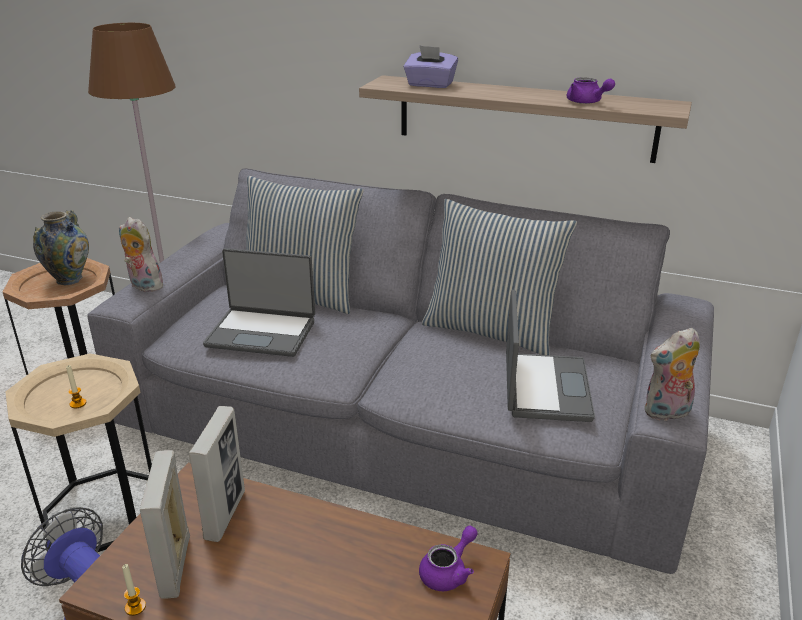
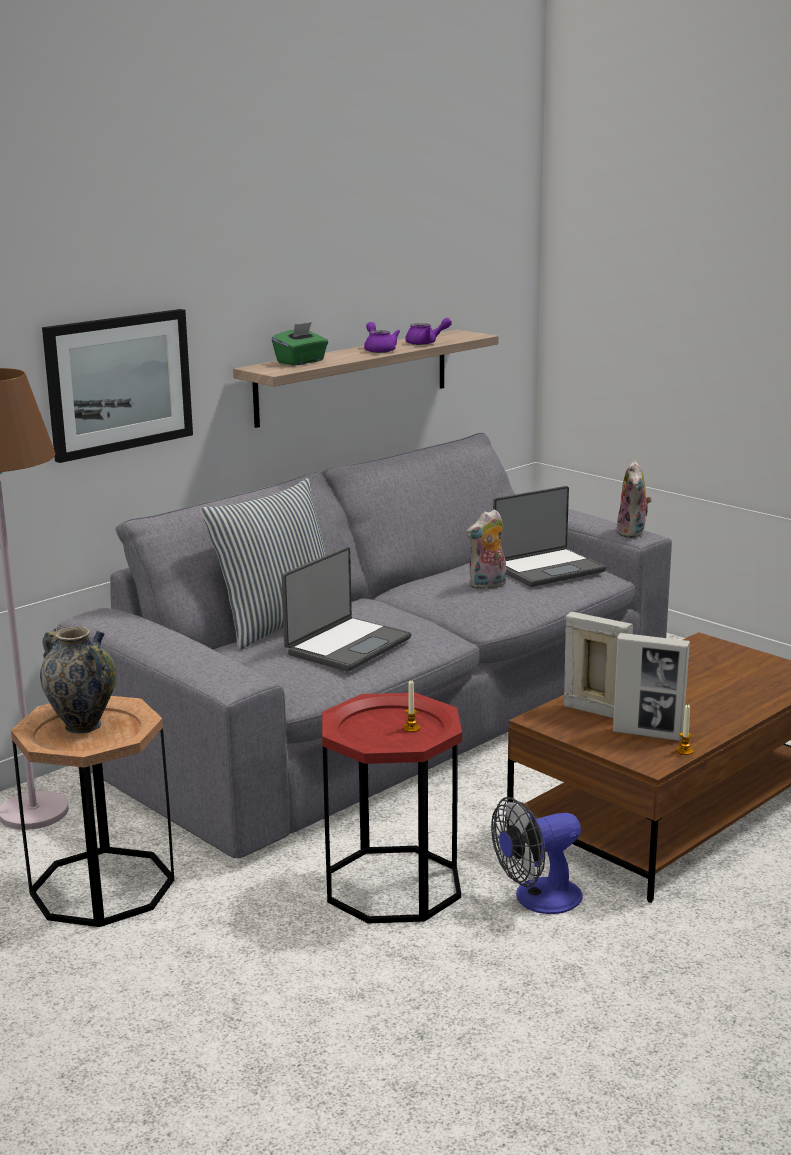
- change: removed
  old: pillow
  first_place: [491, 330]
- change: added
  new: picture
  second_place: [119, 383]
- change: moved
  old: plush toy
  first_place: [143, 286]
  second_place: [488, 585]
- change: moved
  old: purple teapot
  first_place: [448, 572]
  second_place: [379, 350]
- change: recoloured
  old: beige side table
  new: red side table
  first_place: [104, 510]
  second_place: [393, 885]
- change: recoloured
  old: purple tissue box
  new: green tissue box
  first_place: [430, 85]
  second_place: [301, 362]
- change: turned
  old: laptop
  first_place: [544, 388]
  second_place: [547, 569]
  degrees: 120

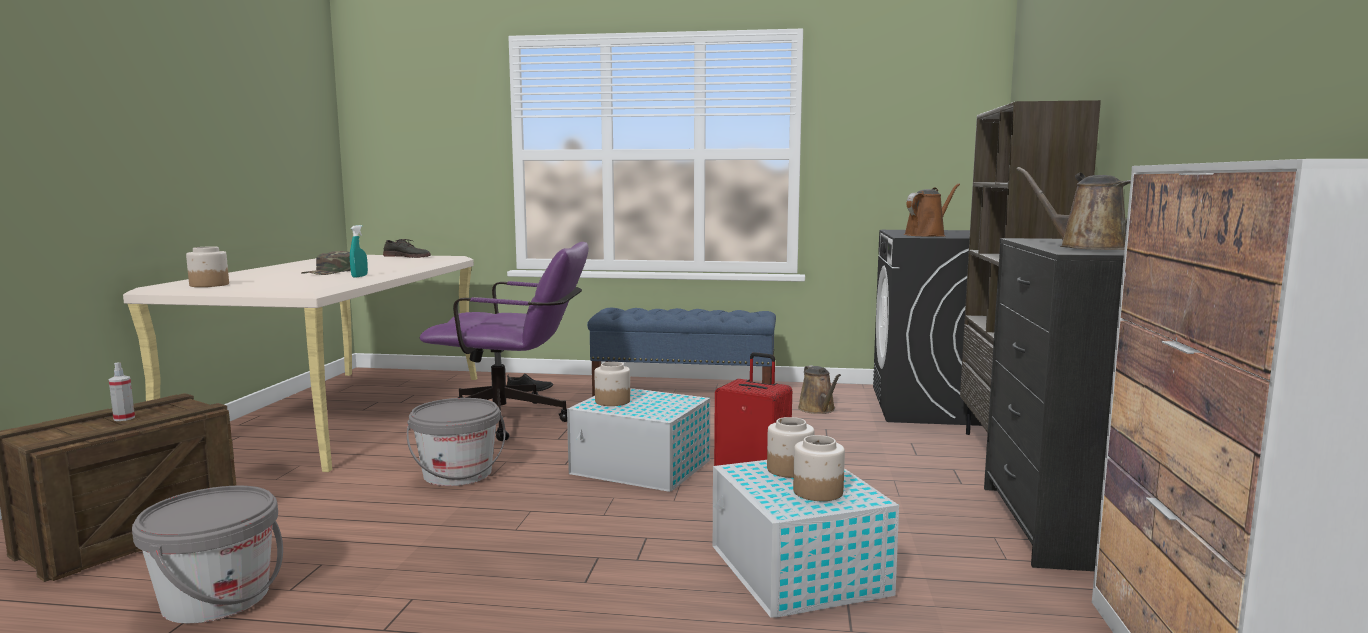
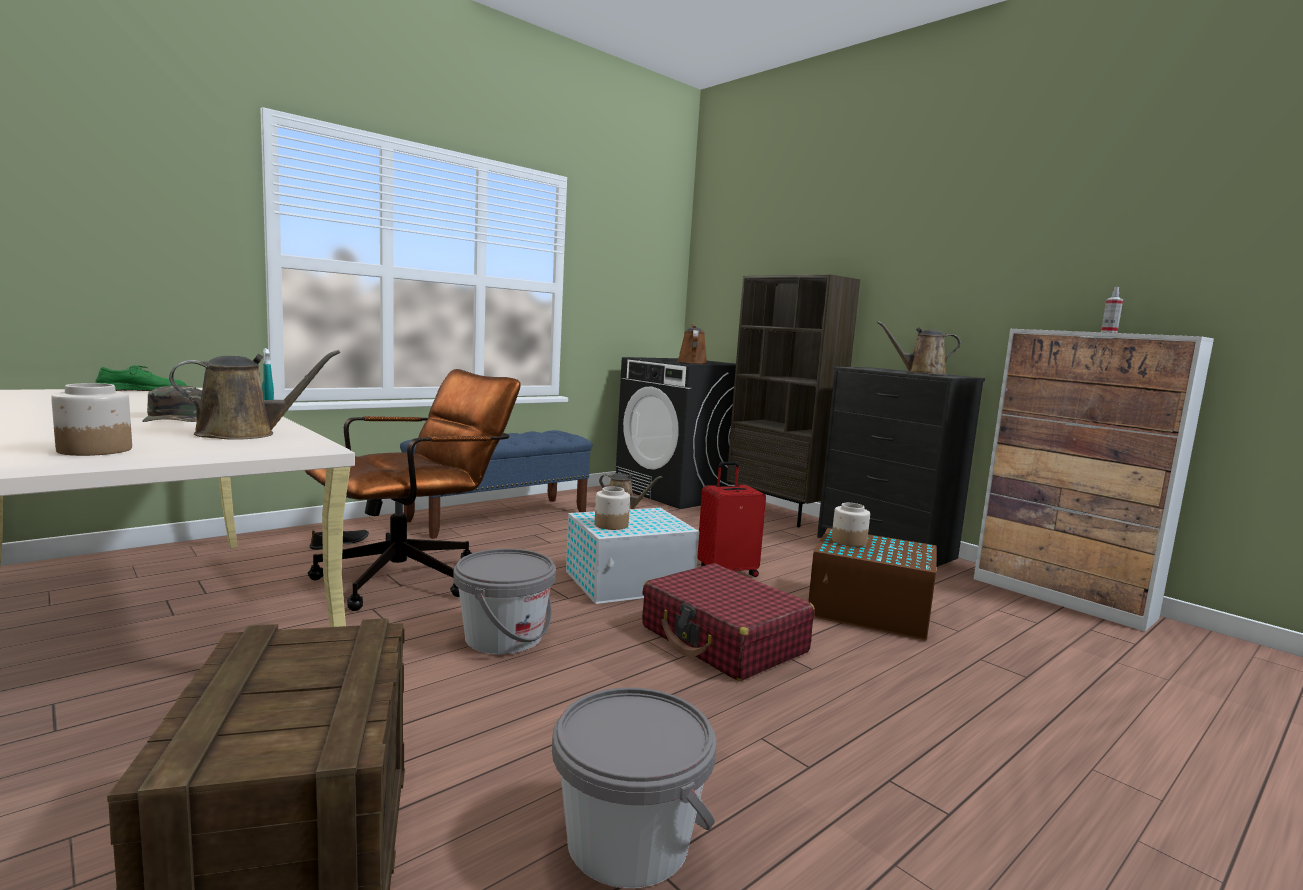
- change: removed
  old: jar
  first_place: [817, 492]
- change: added
  new: brown watering can
  second_place: [244, 434]
- change: added
  new: red suitcase
  second_place: [723, 640]
- change: moved
  old: spray bottle
  first_place: [124, 418]
  second_place: [1109, 332]
- change: recoloured
  old: grey shoe
  new: green shoe
  first_place: [407, 256]
  second_place: [142, 390]
- change: recoloured
  old: purple office chair
  new: brown office chair
  first_place: [513, 421]
  second_place: [414, 576]
- change: recoloured
  old: white storage box
  new: brown storage box
  first_place: [798, 571]
  second_place: [871, 612]

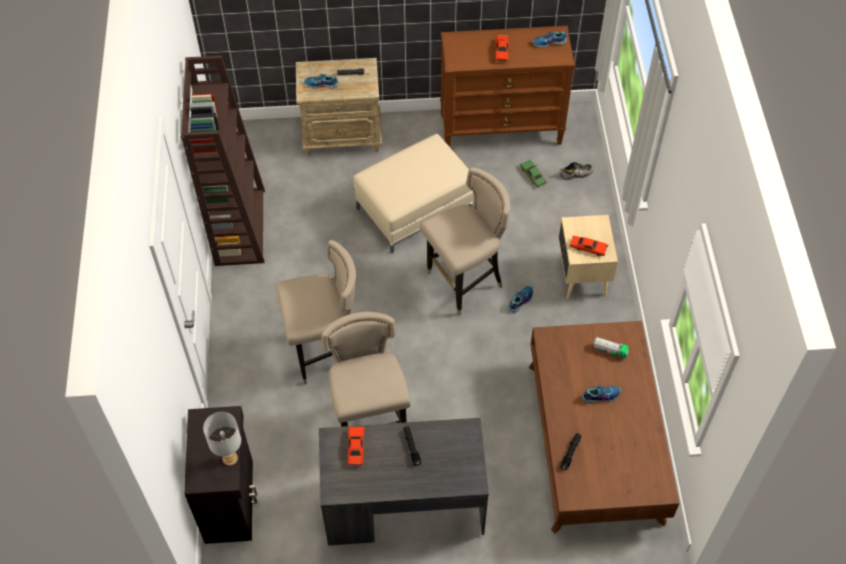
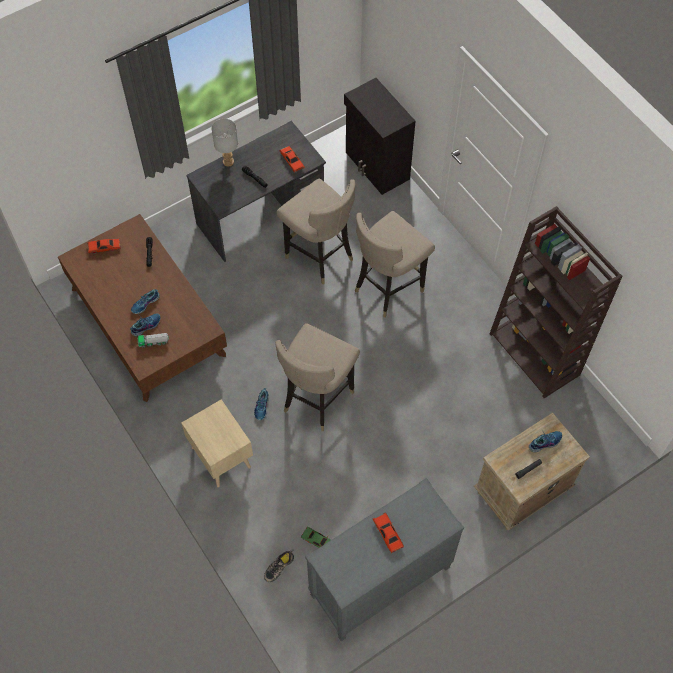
- change: removed
  old: beige ottoman
  first_place: [414, 209]
- change: moved
  old: grey table lamp
  first_place: [229, 458]
  second_place: [228, 161]
- change: moved
  old: shoe
  first_place: [549, 43]
  second_place: [146, 326]
- change: moved
  old: red toy car
  first_place: [588, 248]
  second_place: [104, 247]
- change: recoloured
  old: brown dresser
  new: grey dresser
  first_place: [501, 129]
  second_place: [380, 583]

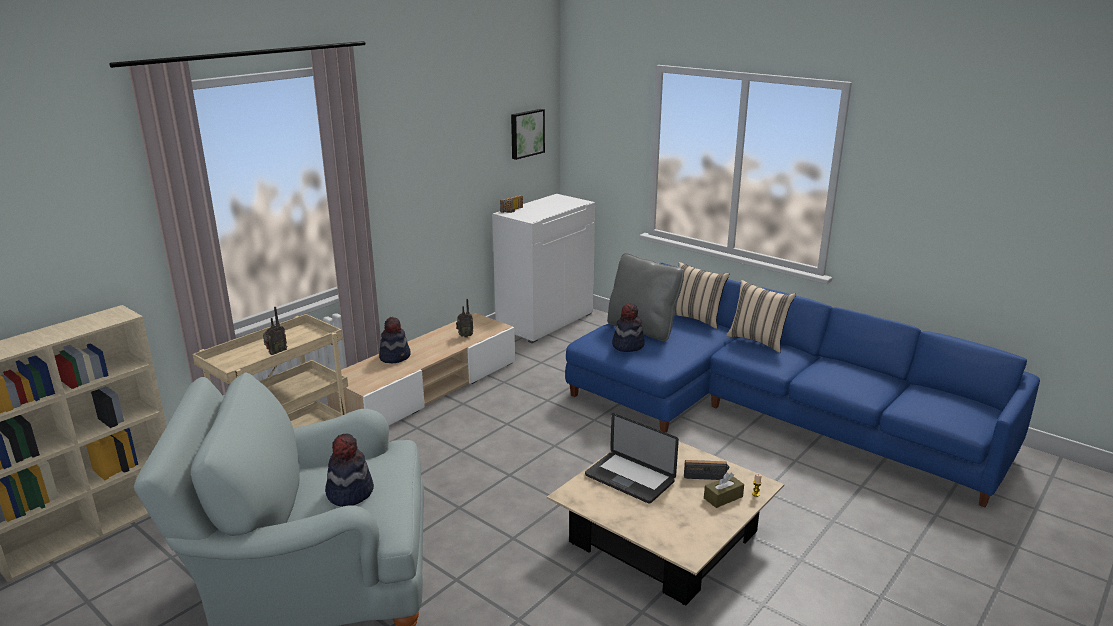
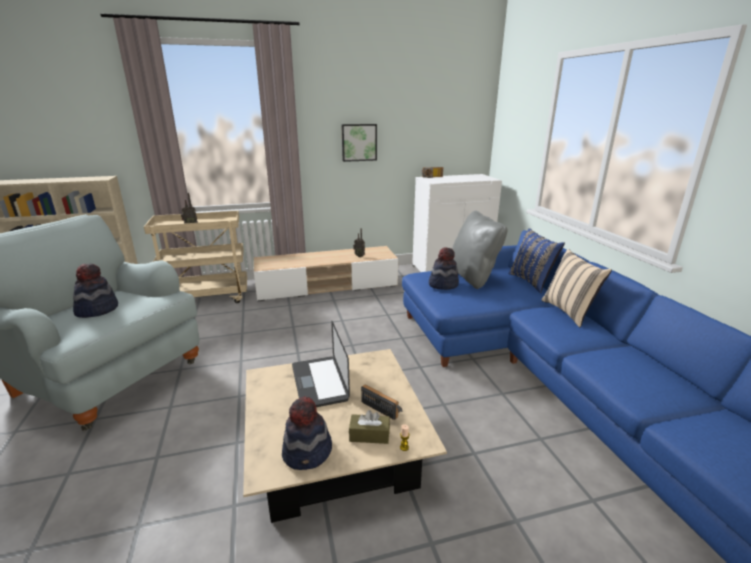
- change: moved
  old: hat
  first_place: [395, 356]
  second_place: [308, 452]
- change: moved
  old: picture
  first_place: [526, 133]
  second_place: [359, 142]
- change: recoloured
  old: beige pillow
  new: blue pillow
  first_place: [696, 318]
  second_place: [531, 281]

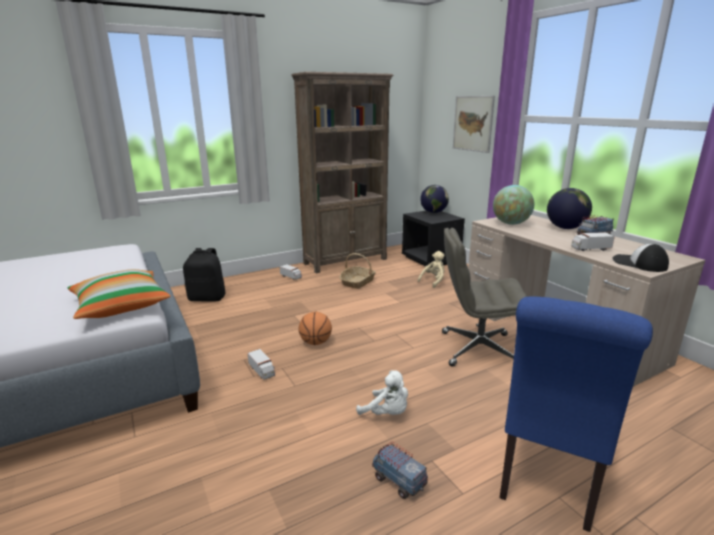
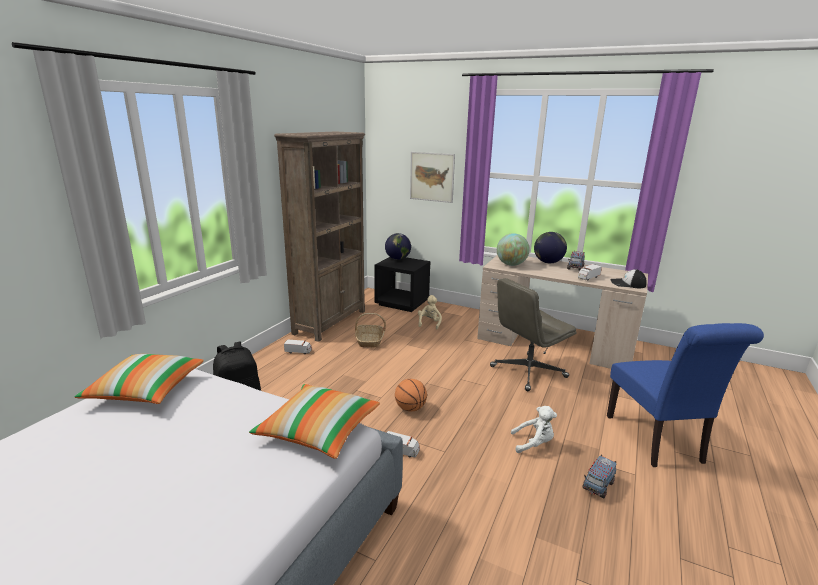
- change: added
  new: pillow
  second_place: [146, 390]
- change: turned
  old: toy truck
  first_place: [398, 481]
  second_place: [598, 486]
  degrees: -60

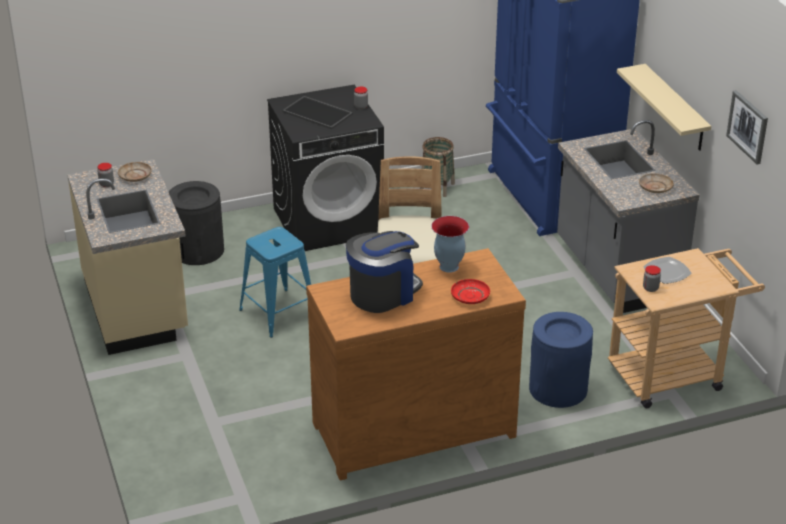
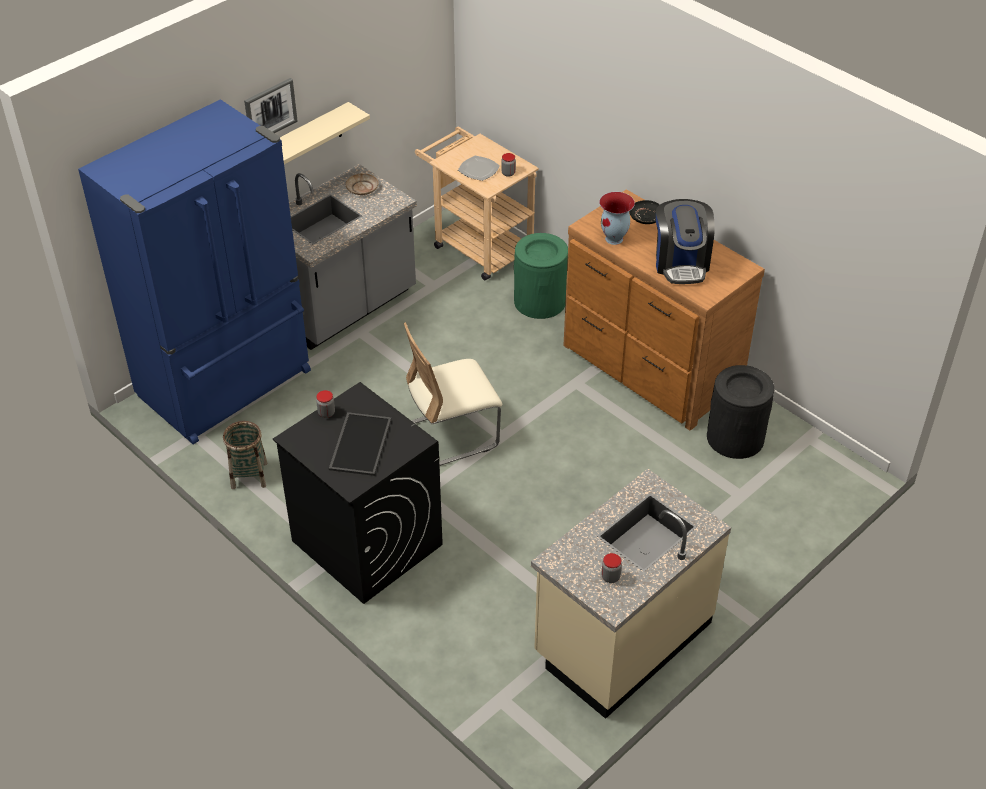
- change: removed
  old: beige plate
  first_place: [135, 176]
- change: removed
  old: blue stool
  first_place: [279, 313]
- change: moved
  old: black trash can
  first_place: [198, 250]
  second_place: [735, 438]
- change: moved
  old: picture
  first_place: [748, 126]
  second_place: [270, 110]
- change: recoloured
  old: red plate
  new: black plate
  first_place: [470, 296]
  second_place: [646, 216]
- change: recoloured
  old: blue trash can
  new: green trash can
  first_place: [558, 389]
  second_place: [540, 301]
- change: turned
  old: coffee machine
  first_place: [383, 293]
  second_place: [681, 263]
  degrees: -120

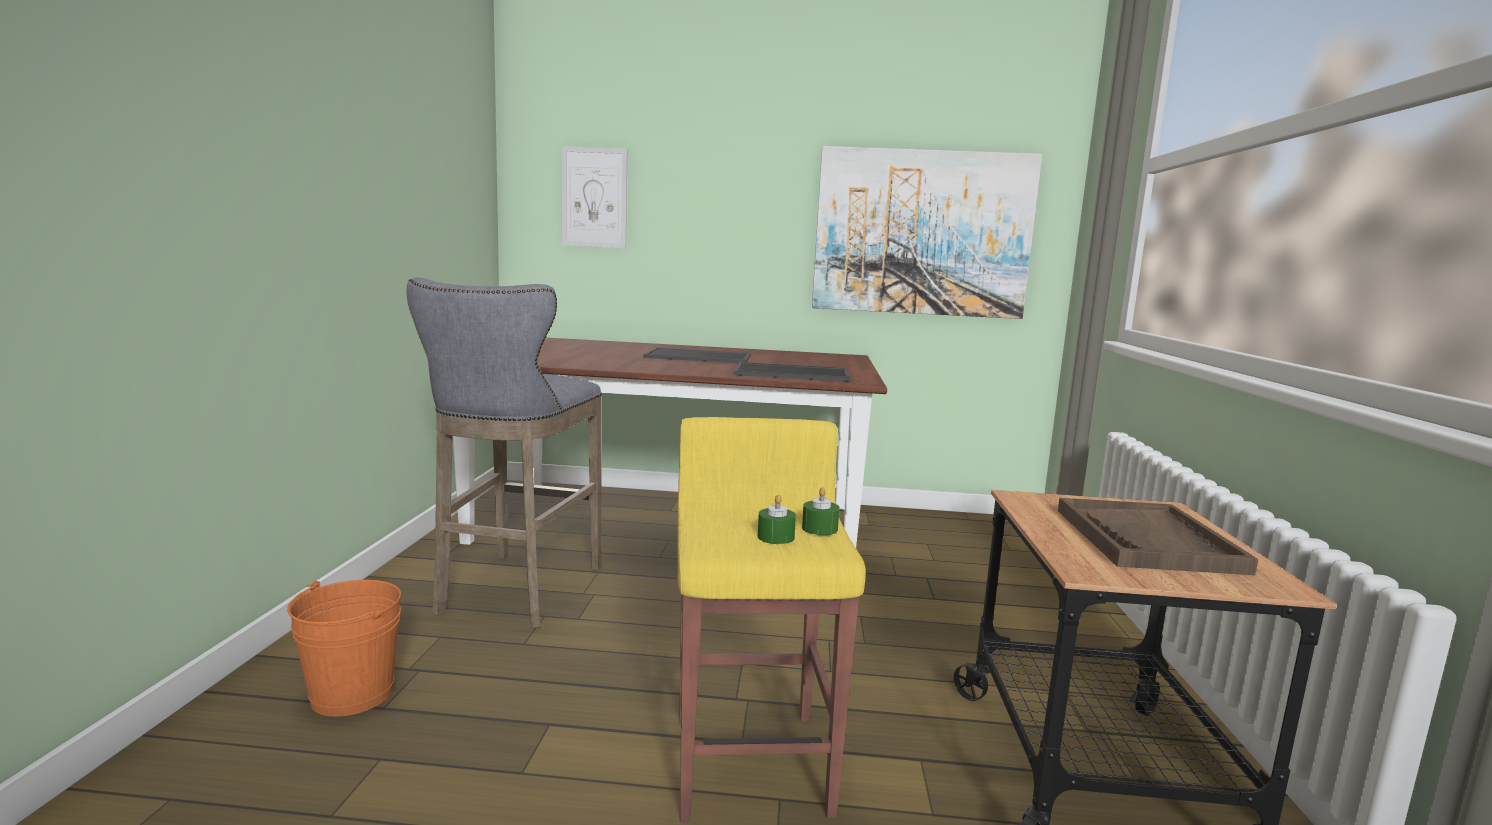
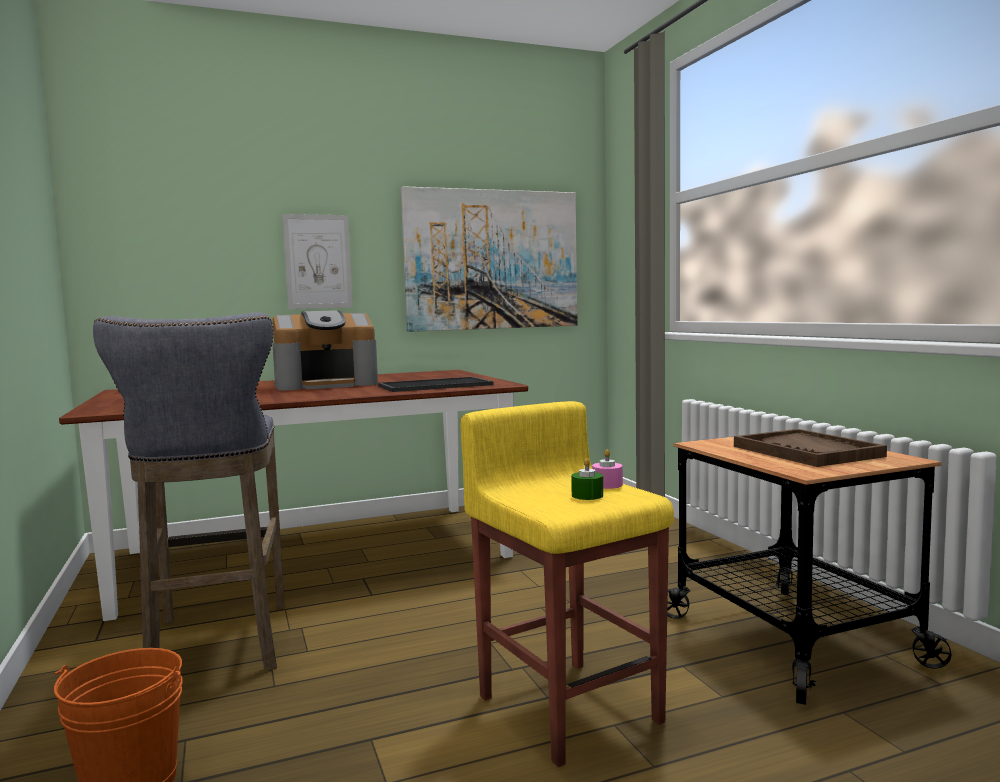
- change: moved
  old: picture
  first_place: [594, 198]
  second_place: [318, 261]
- change: replaced
  old: tray
  new: coffee machine
  first_place: [700, 356]
  second_place: [327, 384]
- change: recoloured
  old: green candle
  new: pink candle
  first_place: [819, 528]
  second_place: [607, 484]

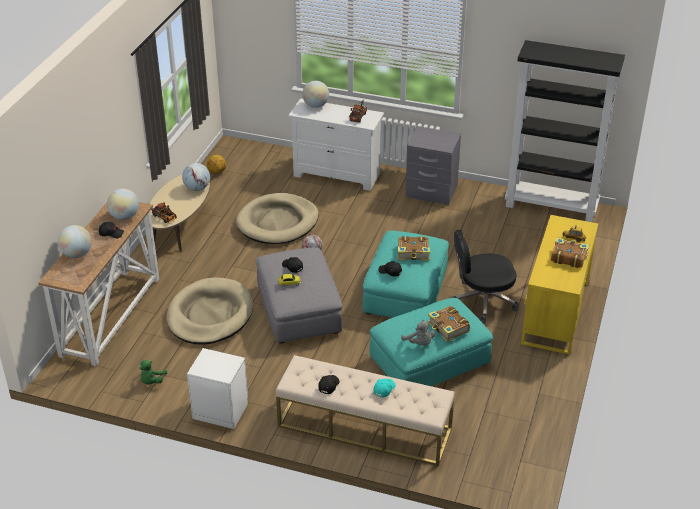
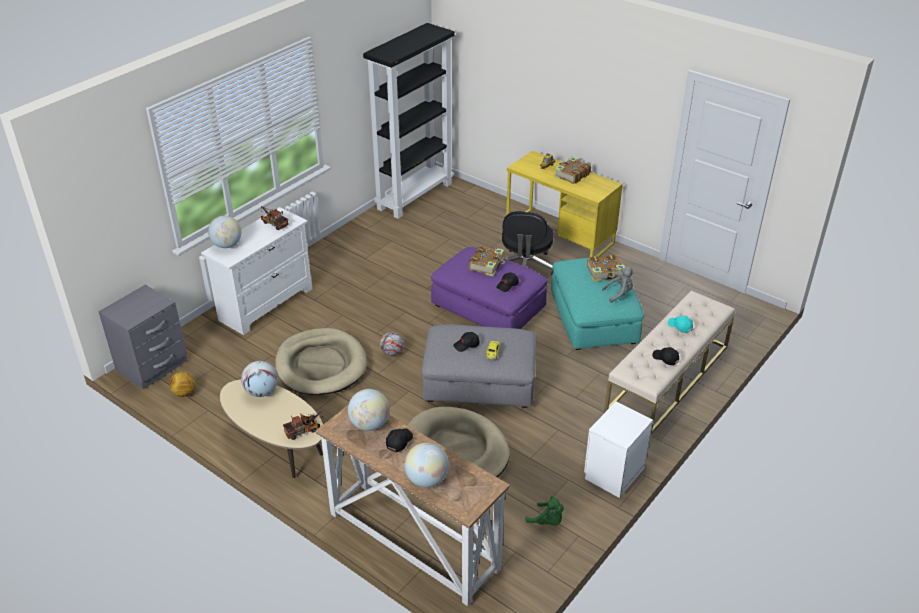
- change: moved
  old: grey nightstand
  first_place: [431, 192]
  second_place: [153, 366]
- change: recoloured
  old: turquoise ottoman
  new: purple ottoman
  first_place: [405, 291]
  second_place: [488, 307]

